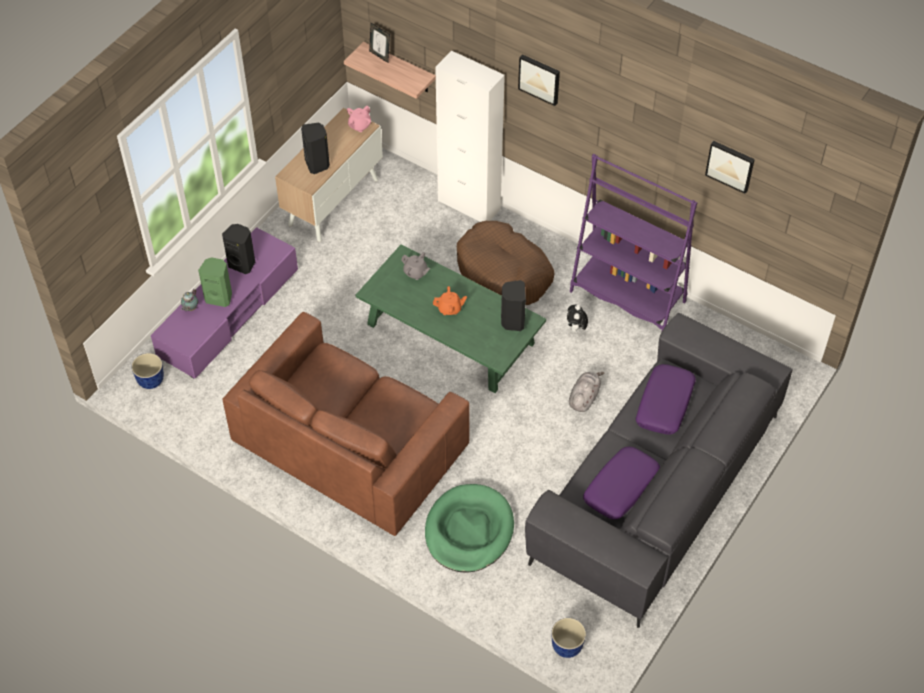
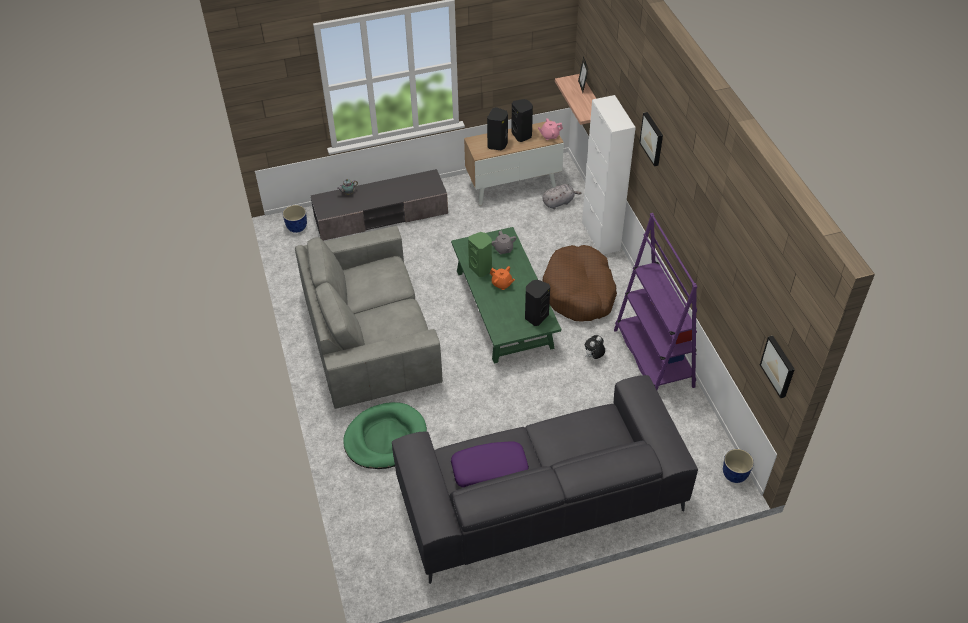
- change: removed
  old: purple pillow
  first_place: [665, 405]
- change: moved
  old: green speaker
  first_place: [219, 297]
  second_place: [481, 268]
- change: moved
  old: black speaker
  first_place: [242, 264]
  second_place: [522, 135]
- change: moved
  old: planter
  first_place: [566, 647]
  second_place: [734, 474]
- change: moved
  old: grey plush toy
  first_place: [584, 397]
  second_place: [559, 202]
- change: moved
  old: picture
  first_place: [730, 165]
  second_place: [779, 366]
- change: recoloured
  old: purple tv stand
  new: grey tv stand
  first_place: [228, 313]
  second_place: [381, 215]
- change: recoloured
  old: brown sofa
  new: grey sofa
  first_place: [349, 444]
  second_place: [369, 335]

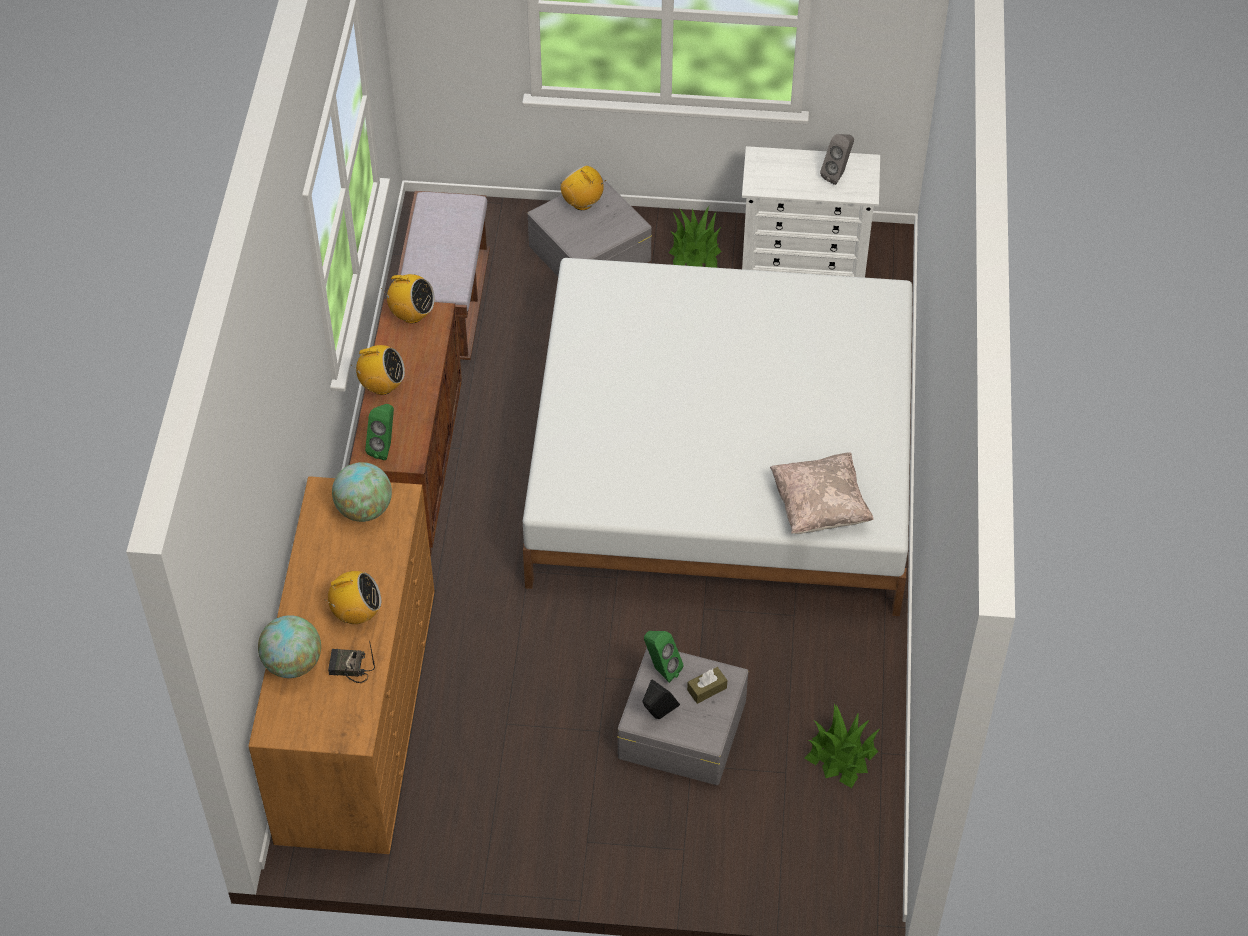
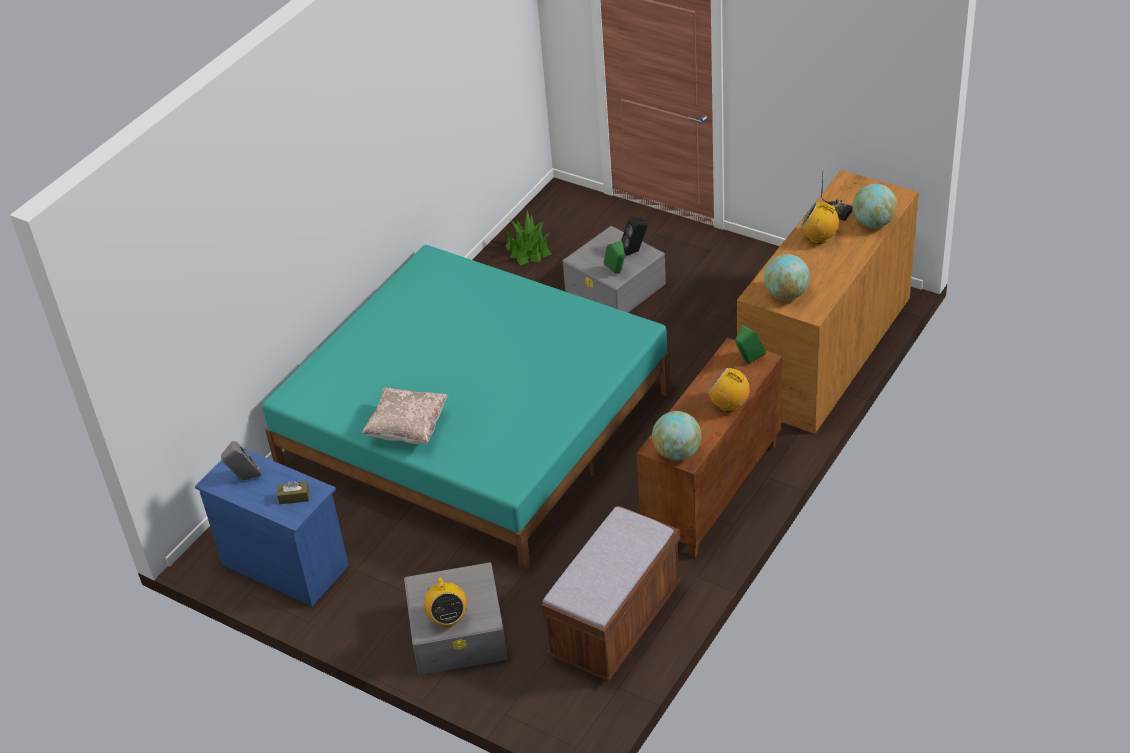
- change: removed
  old: potted plant
  first_place: [694, 251]
- change: moved
  old: brown tissue box
  first_place: [707, 689]
  second_place: [294, 497]
- change: moved
  old: beige pillow
  first_place: [819, 507]
  second_place: [408, 429]
- change: replaced
  old: radio
  new: globe
  first_place: [412, 315]
  second_place: [677, 453]
- change: recoloured
  old: white bed
  new: turquoise bed
  first_place: [722, 464]
  second_place: [475, 428]
- change: recoloured
  old: white dresser
  new: blue dresser
  first_place: [804, 259]
  second_place: [284, 564]

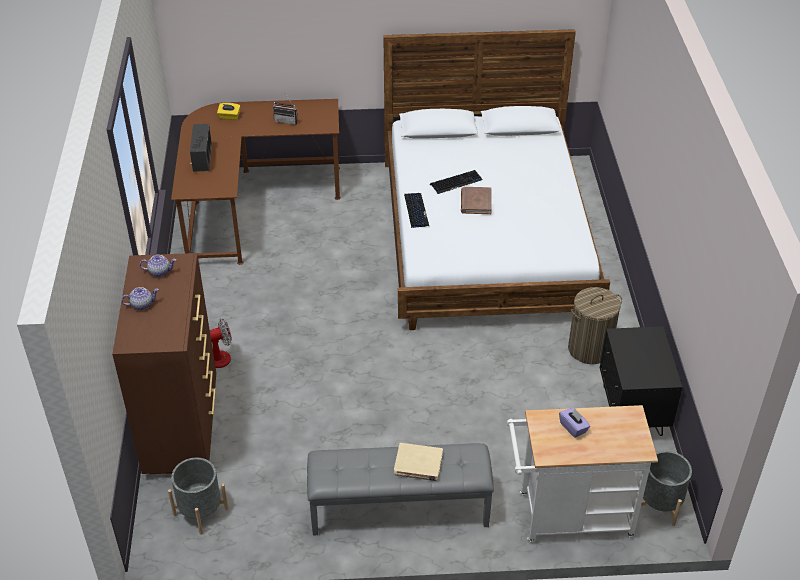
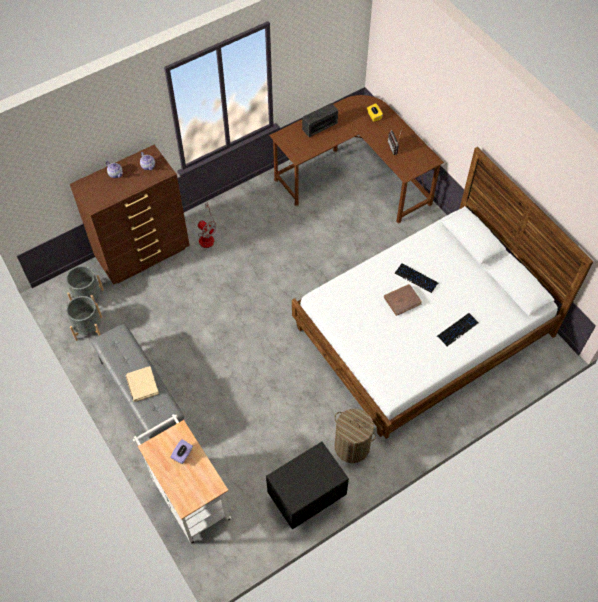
- change: moved
  old: keyboard
  first_place: [416, 211]
  second_place: [457, 329]
- change: moved
  old: grey planter
  first_place: [660, 504]
  second_place: [89, 328]

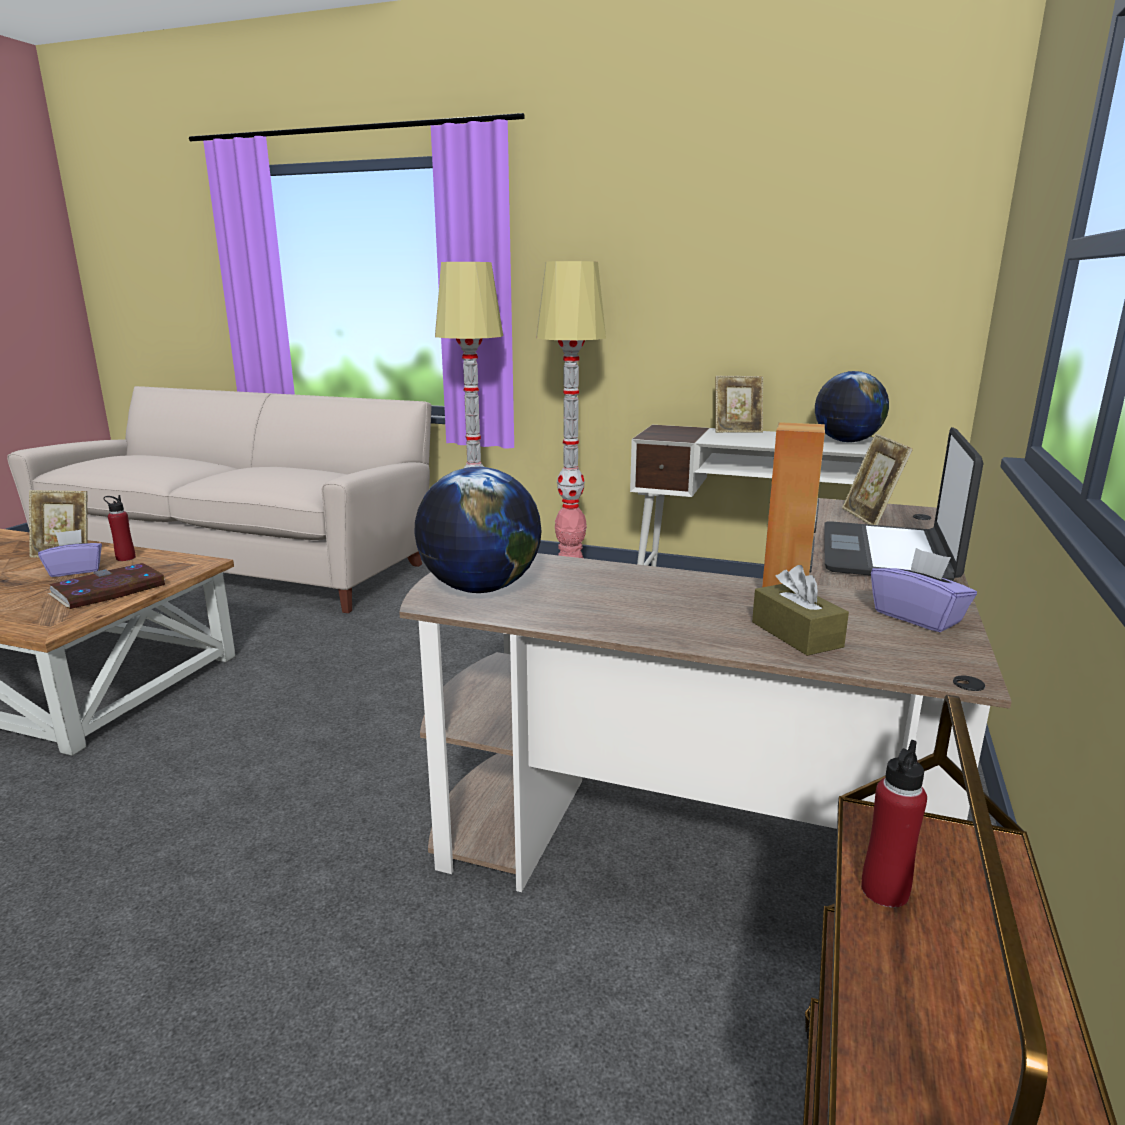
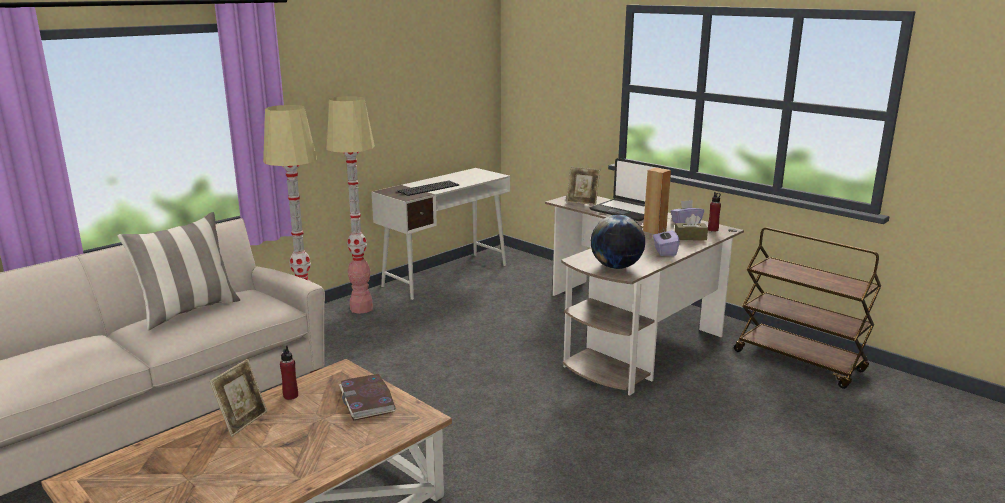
- change: removed
  old: picture frame
  first_place: [737, 431]
- change: removed
  old: globe
  first_place: [846, 441]
- change: added
  new: pillow
  second_place: [188, 311]
- change: added
  new: keyboard
  second_place: [428, 188]
- change: moved
  old: purple tissue box
  first_place: [75, 570]
  second_place: [664, 251]
- change: moved
  old: red bottle
  first_place: [884, 891]
  second_place: [713, 230]

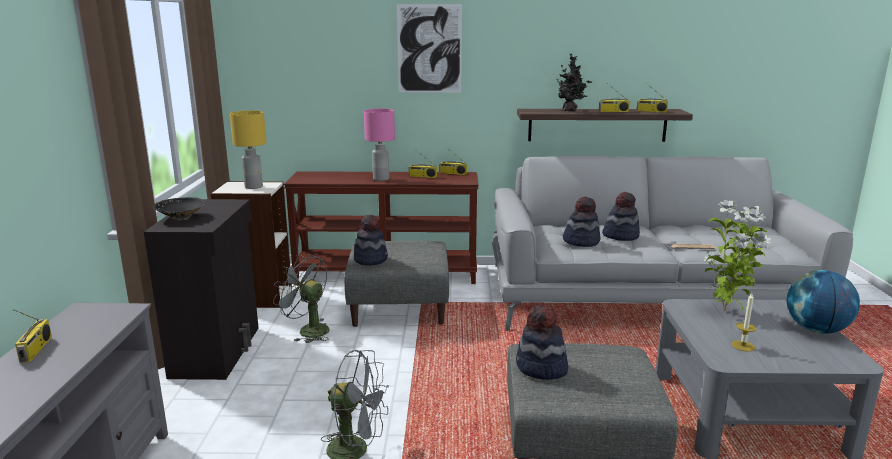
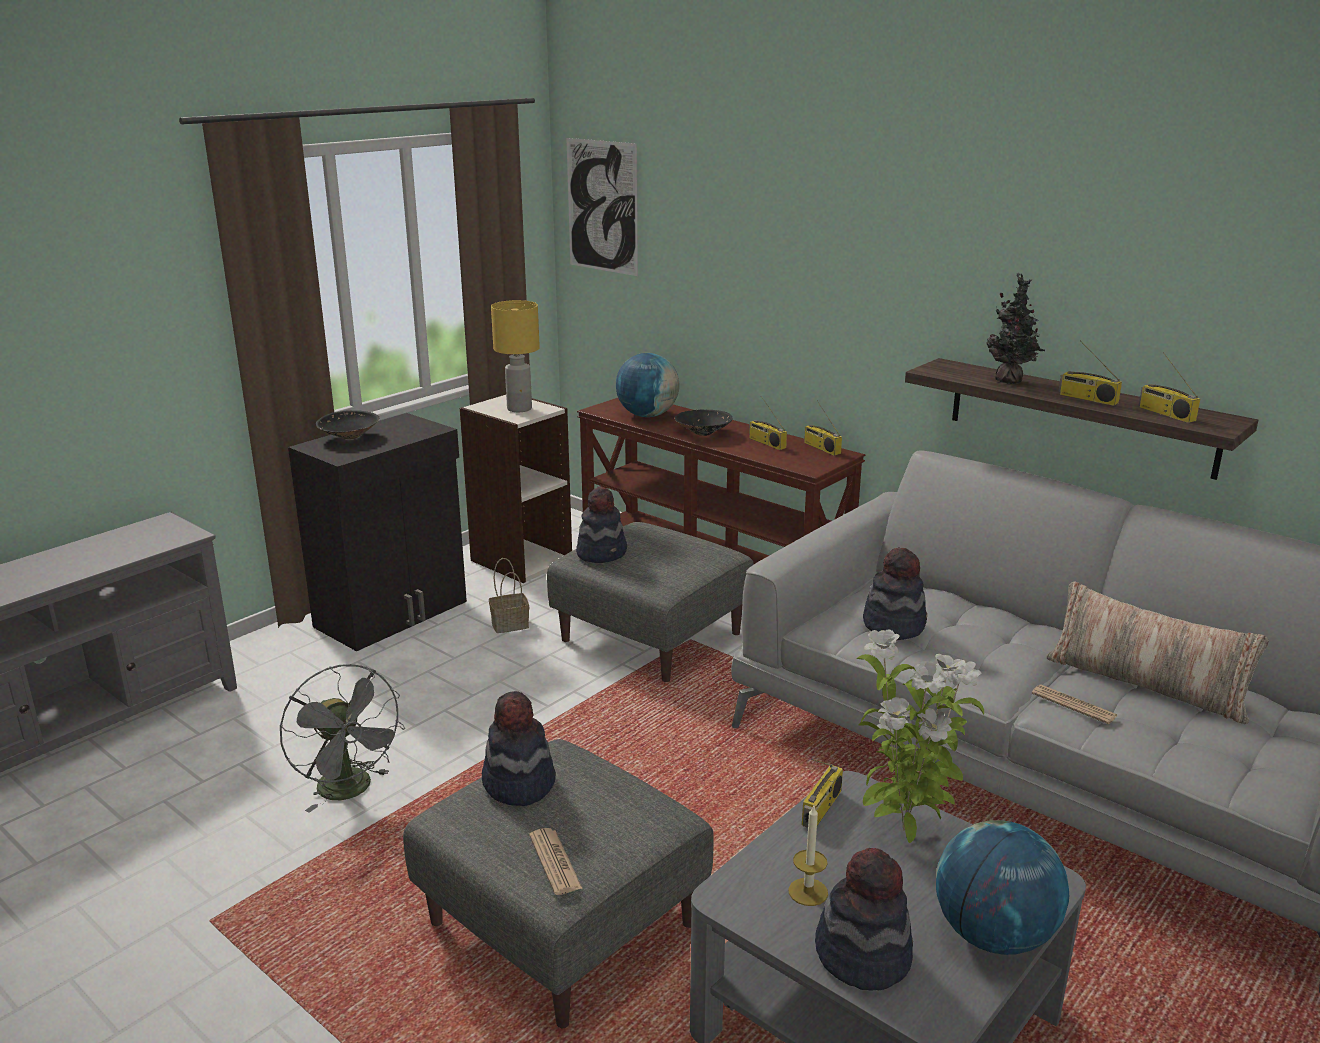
- change: added
  new: newspaper
  second_place: [555, 862]
- change: added
  new: globe
  second_place: [647, 415]
- change: added
  new: pillow
  second_place: [1146, 684]
- change: moved
  old: radio
  first_place: [36, 350]
  second_place: [822, 809]
- change: moved
  old: picture
  first_place: [429, 49]
  second_place: [602, 206]
- change: moved
  old: hat
  first_place: [620, 236]
  second_place: [863, 955]
- change: replaced
  old: grey fan
  new: basket
  first_place: [308, 330]
  second_place: [509, 625]
- change: replaced
  old: pink table lamp
  new: black bowl
  first_place: [380, 179]
  second_place: [702, 433]

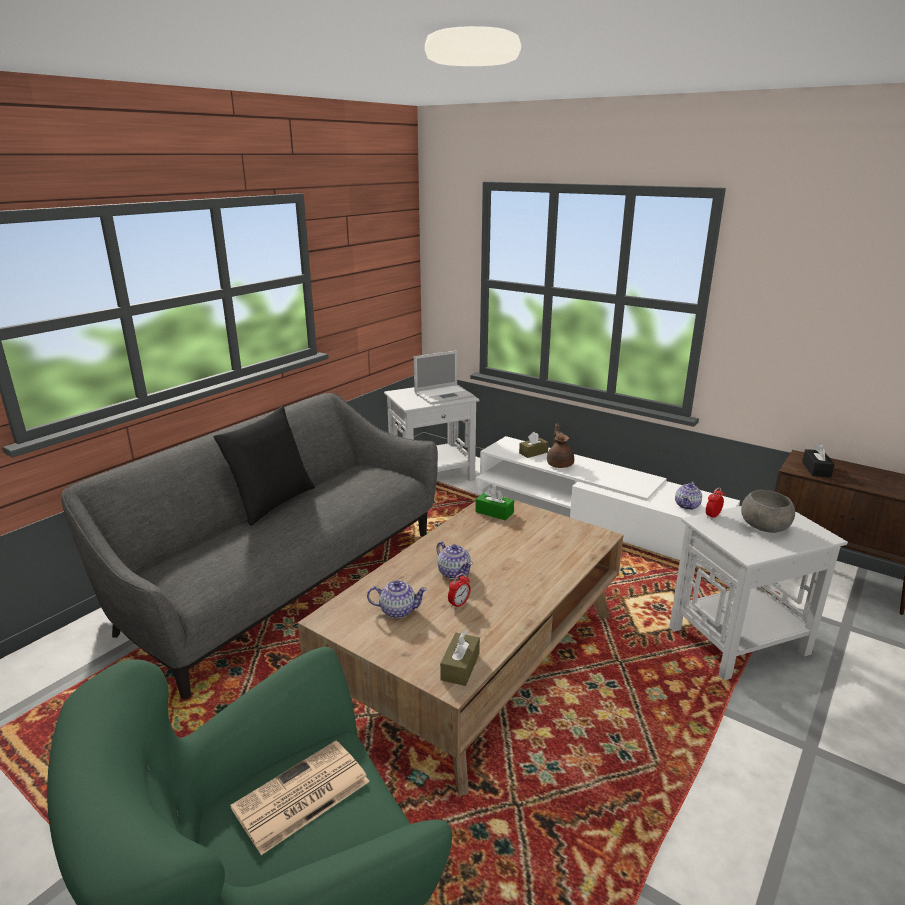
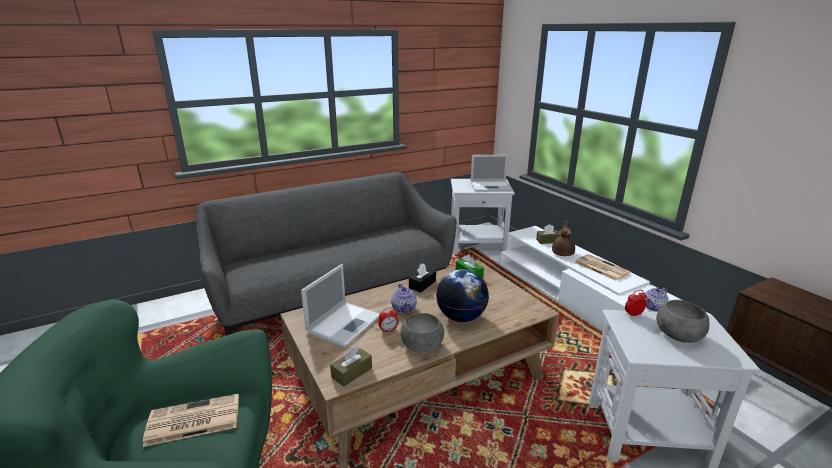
- change: removed
  old: black pillow
  first_place: [272, 502]
- change: added
  new: grey bowl
  second_place: [421, 345]
- change: added
  new: globe
  second_place: [461, 317]
- change: added
  new: newspaper
  second_place: [600, 267]
- change: moved
  old: black tissue box
  first_place: [816, 469]
  second_place: [422, 284]
- change: replaced
  old: teapot
  new: laptop
  first_place: [397, 610]
  second_place: [345, 323]

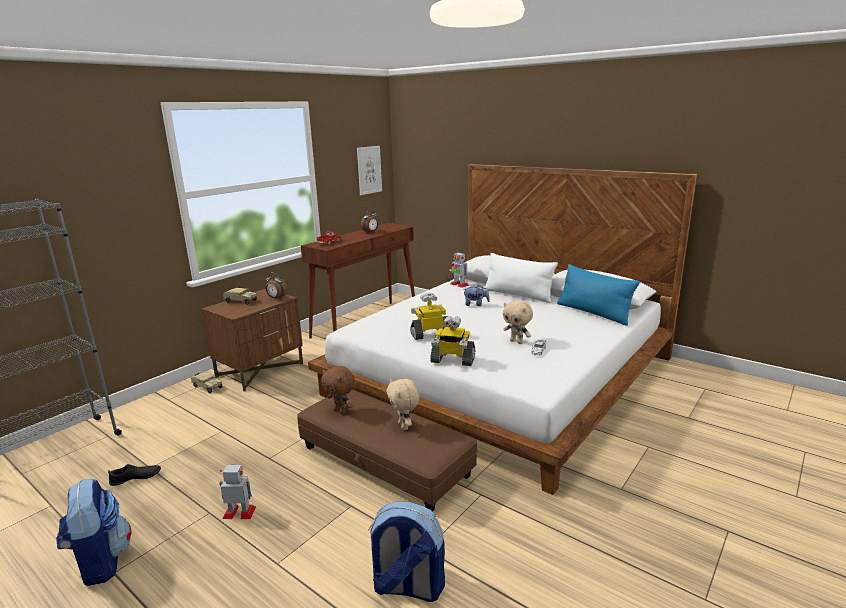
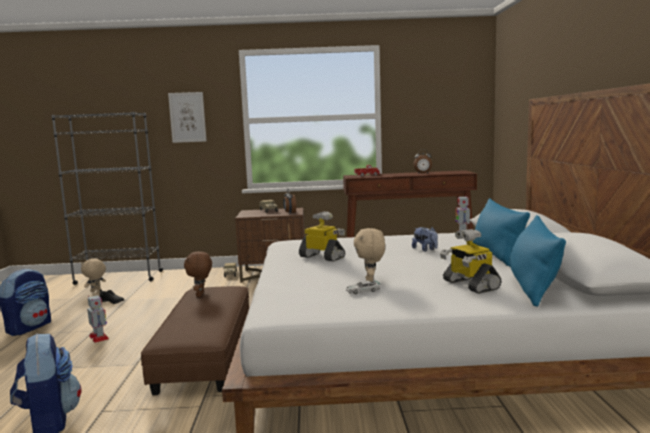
- change: moved
  old: picture
  first_place: [369, 170]
  second_place: [187, 117]
- change: moved
  old: beige plush toy
  first_place: [404, 426]
  second_place: [96, 291]
- change: moved
  old: toy robot
  first_place: [452, 360]
  second_place: [469, 285]
- change: recoloured
  old: white pillow
  new: blue pillow
  first_place: [518, 295]
  second_place: [496, 253]

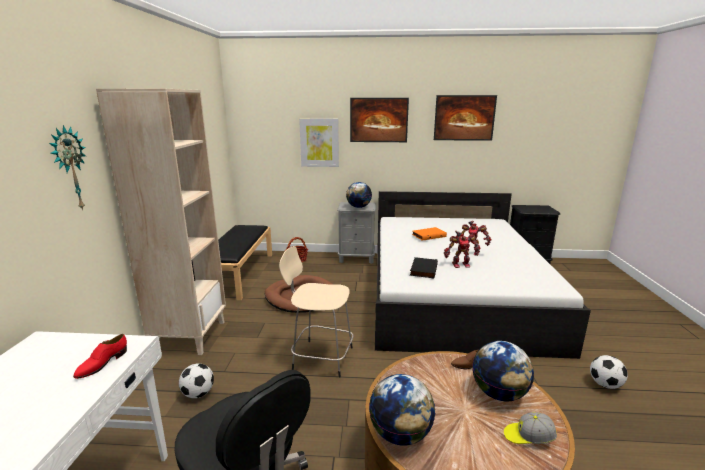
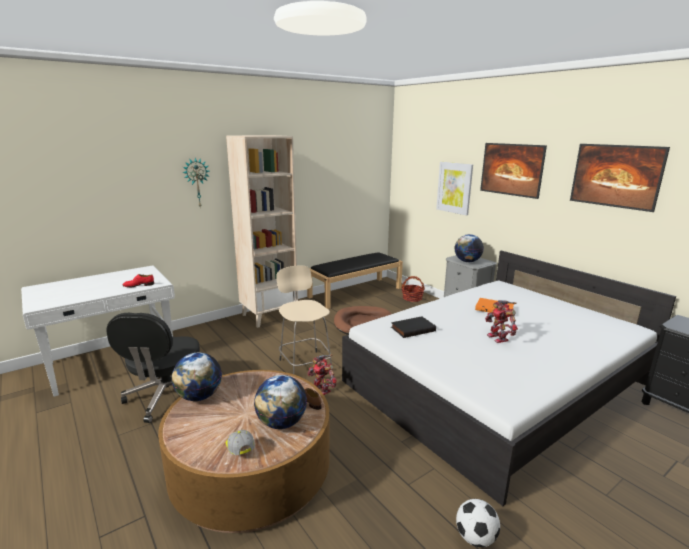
- change: removed
  old: football
  first_place: [198, 393]
- change: moved
  old: toy robot
  first_place: [460, 264]
  second_place: [322, 389]

